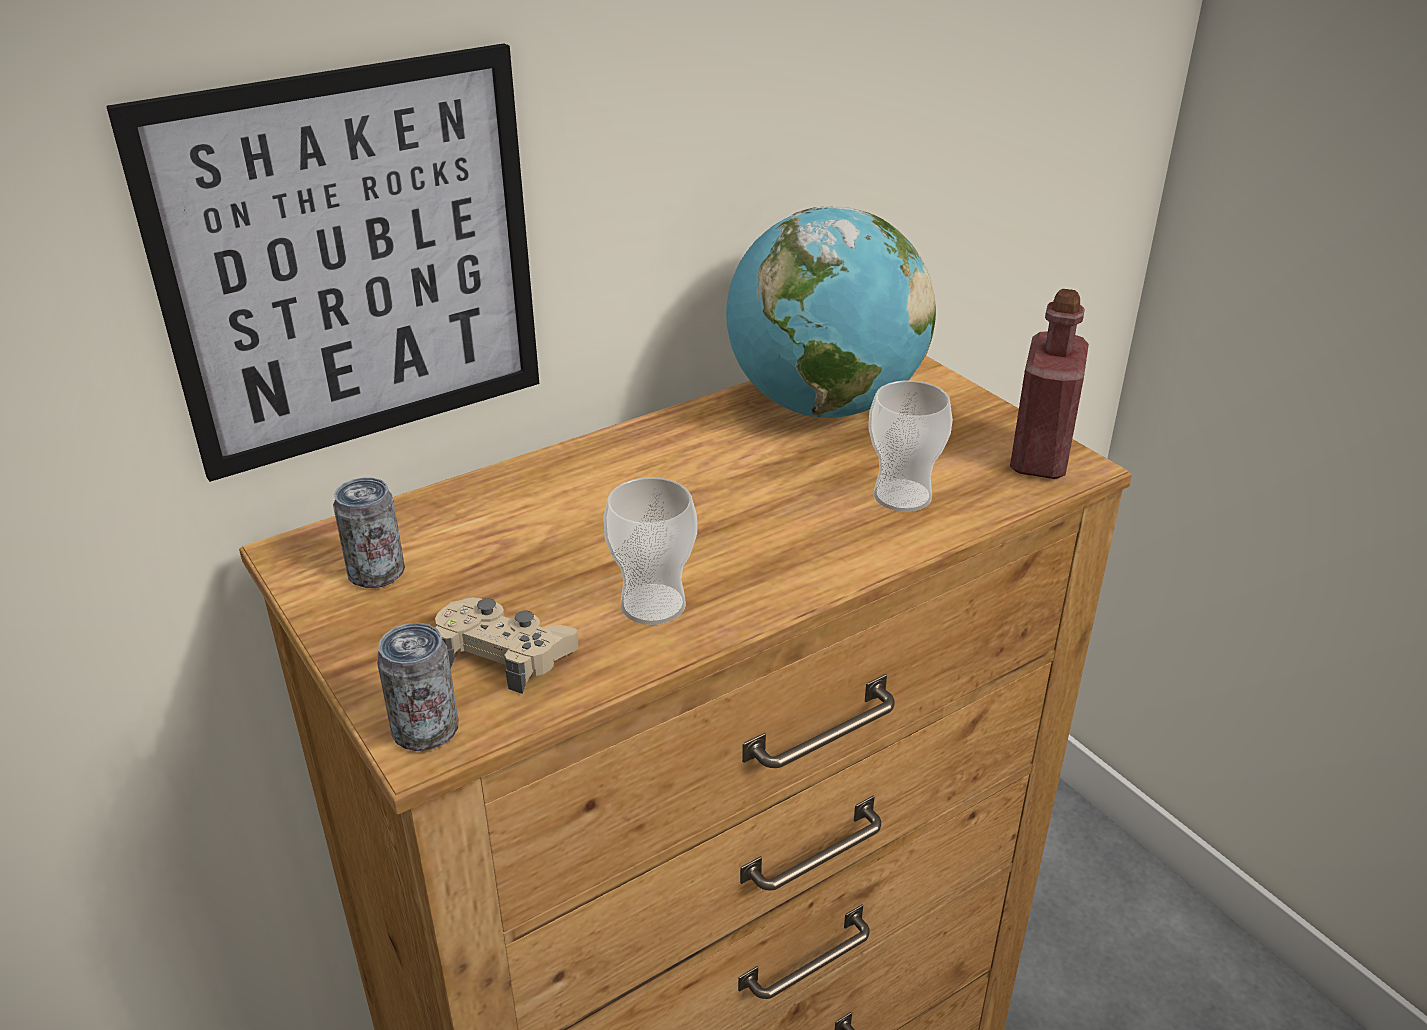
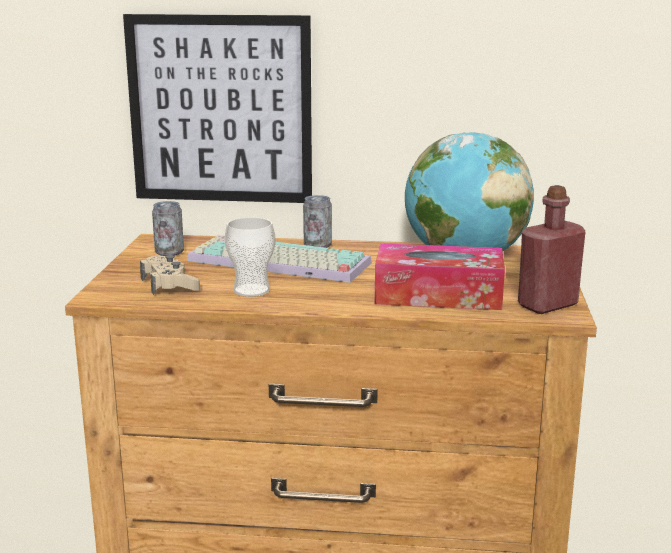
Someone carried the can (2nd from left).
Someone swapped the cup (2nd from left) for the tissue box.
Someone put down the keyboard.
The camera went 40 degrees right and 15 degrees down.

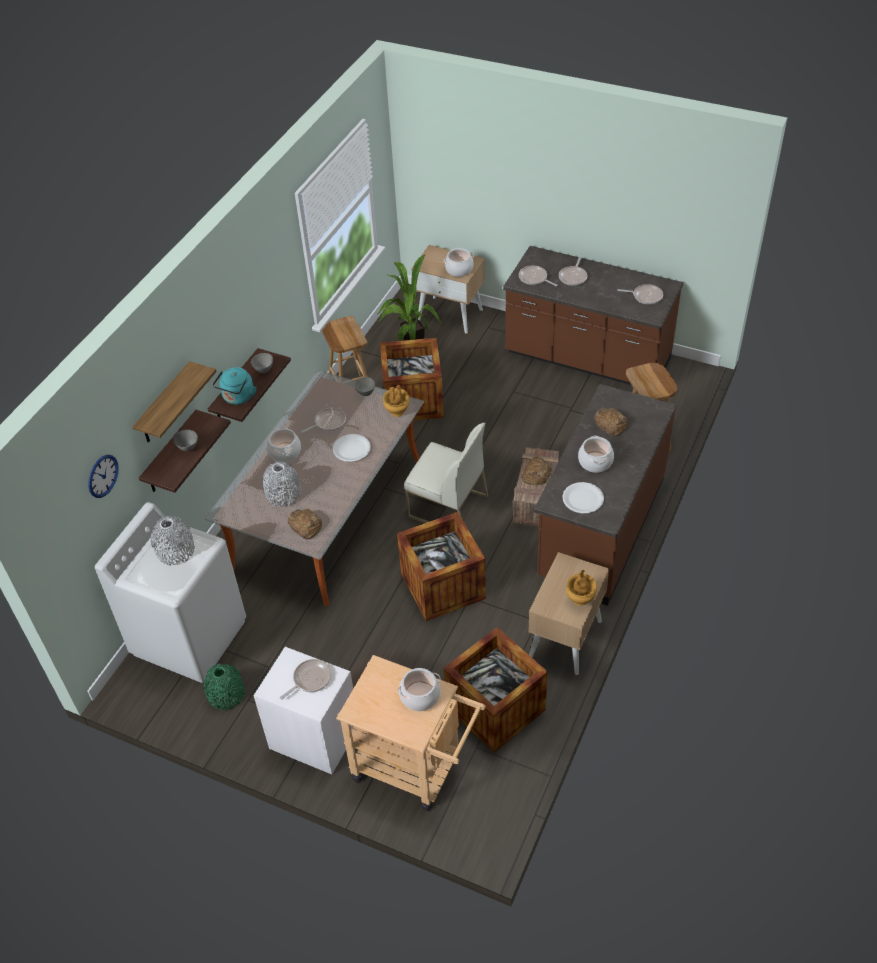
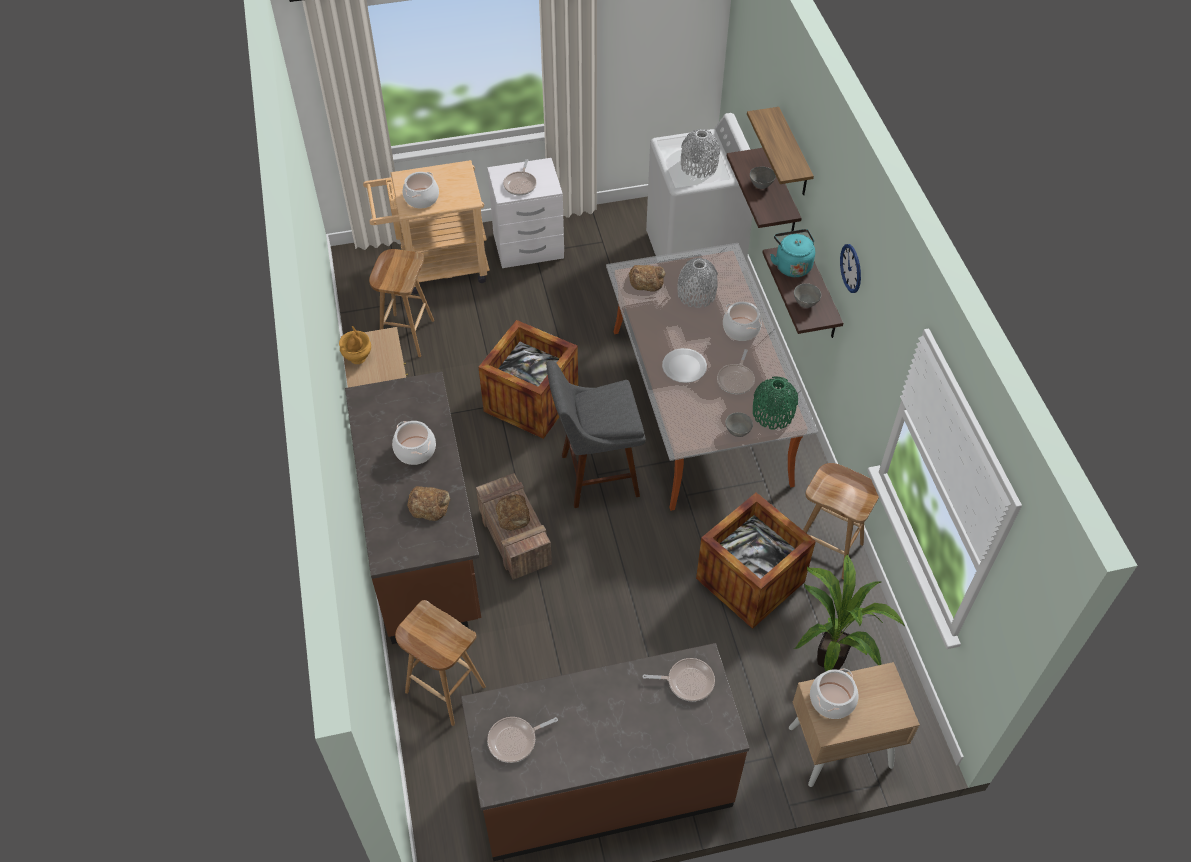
Someone carried the wall clock.
Someone carried the green vase.
Someone took away the brown vase (1st from left).
Someone swapped the white chair for the grey stool.
Someone swapped the crate (3rd from left) for the brown stool (1st from left).
Someone took away the frying pan (4th from left).
Someone took away the white plate (2nd from left).
The camera went 140 degrees right and 5 degrees up.

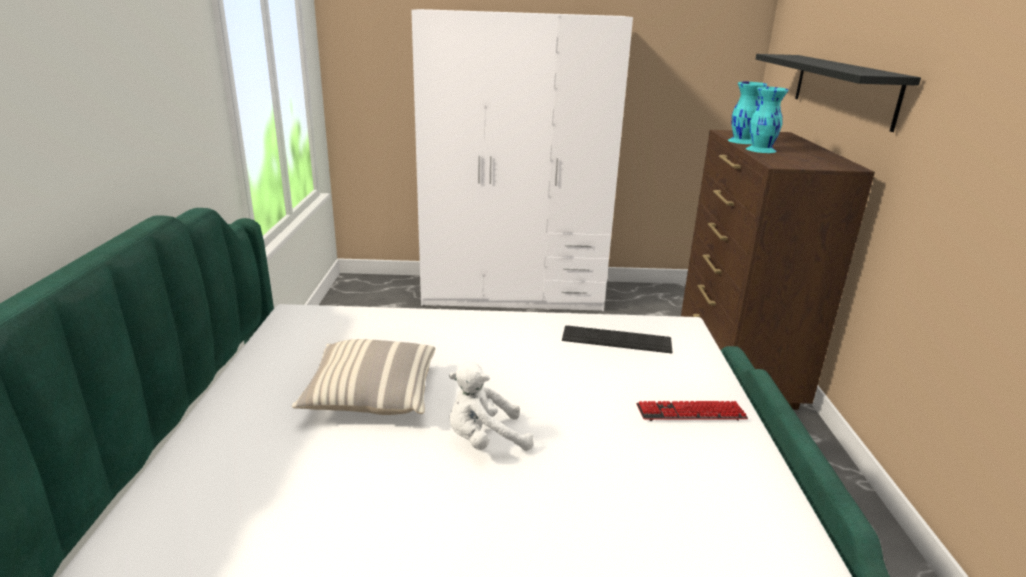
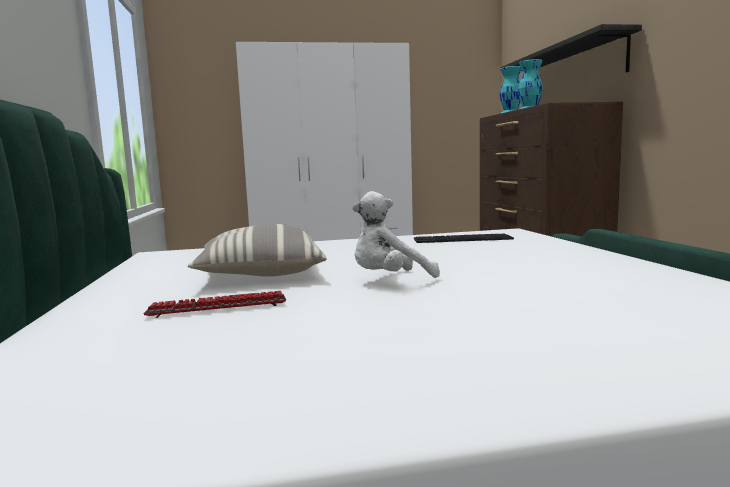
Someone carried the keyboard (2nd from left in the first image).
The camera went 10 degrees left and 15 degrees down.

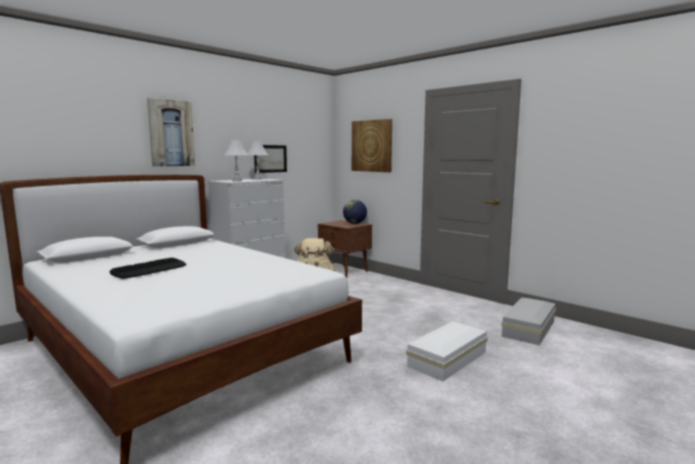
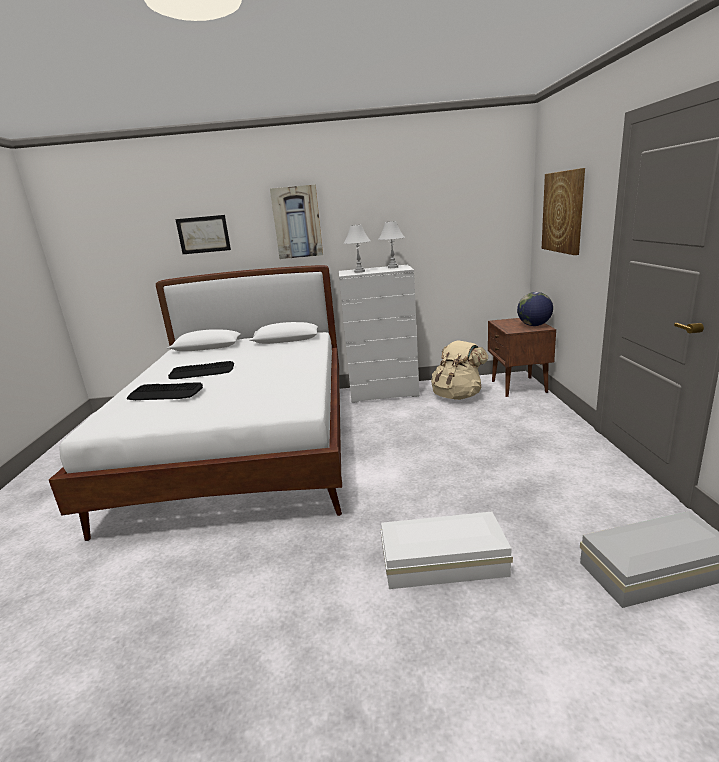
Someone carried the picture (2nd from left in the first image).
Someone put down the keyboard (1st from left).
The camera went 45 degrees right and 10 degrees up.

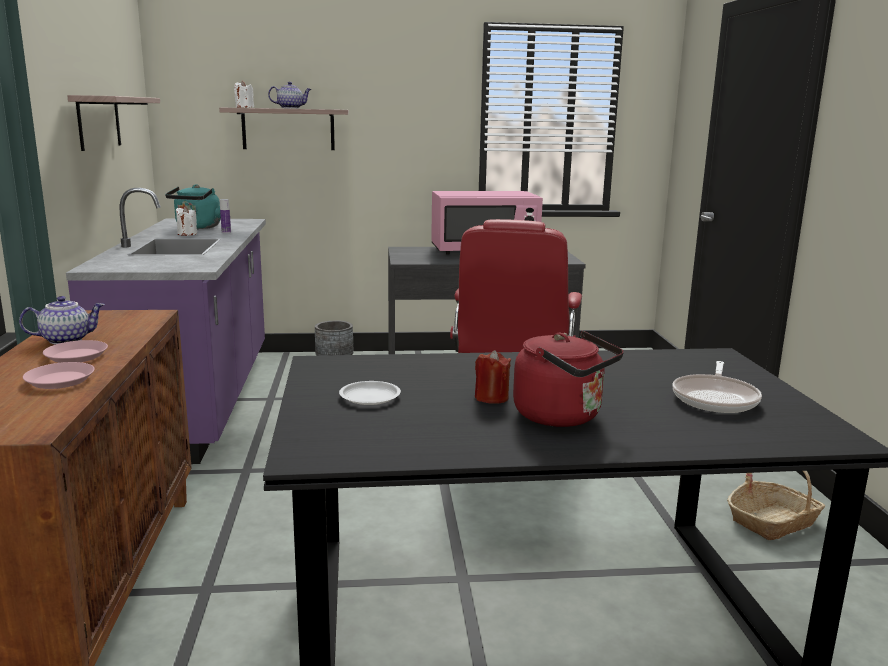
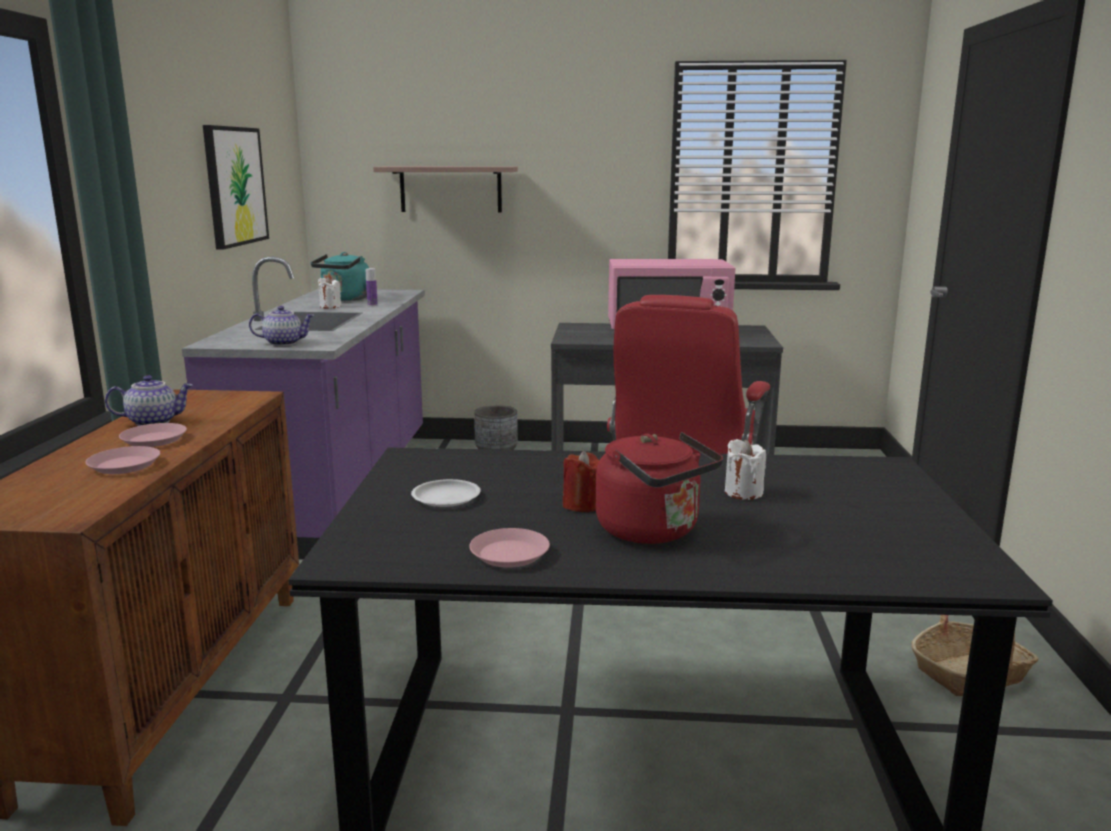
Someone swapped the shelf (1st from left) for the picture.
Someone carried the white candle (2nd from left).
Someone carried the teapot (2nd from left).
Someone took away the frying pan.
Someone put down the pink plate (3rd from left).
The camera went 10 degrees right and 0 degrees up.

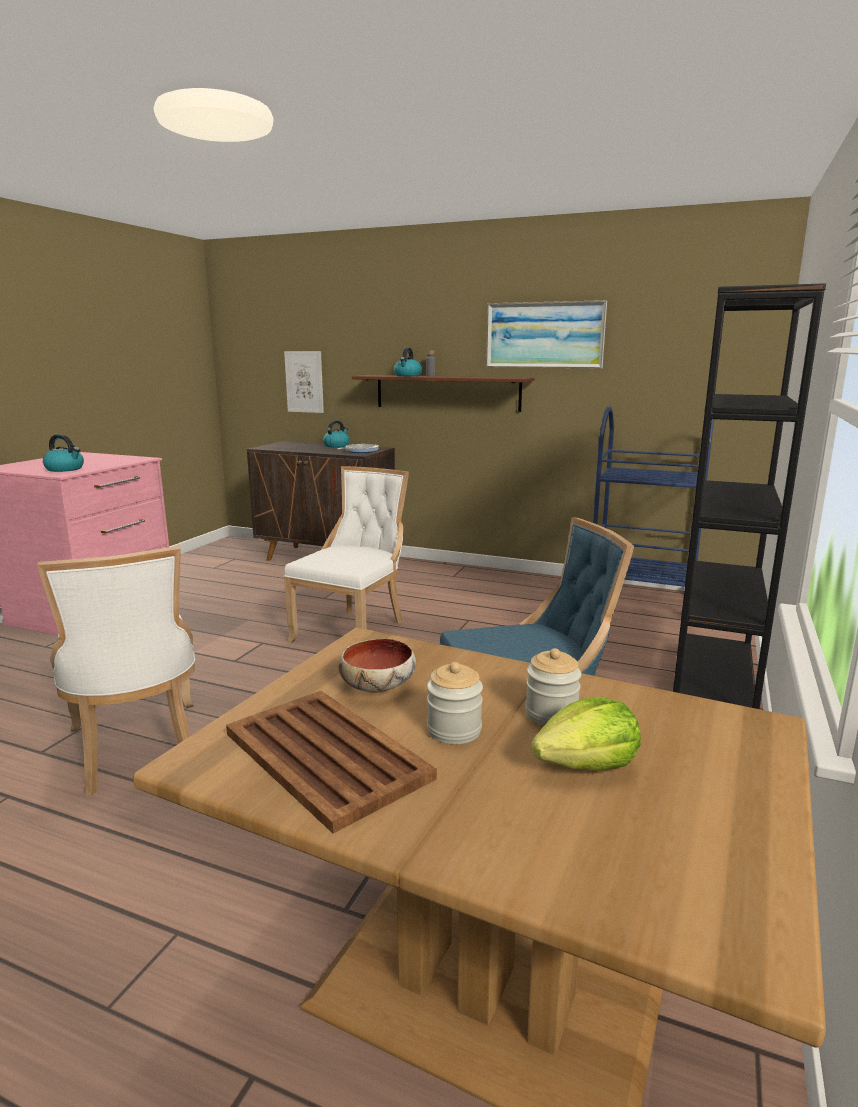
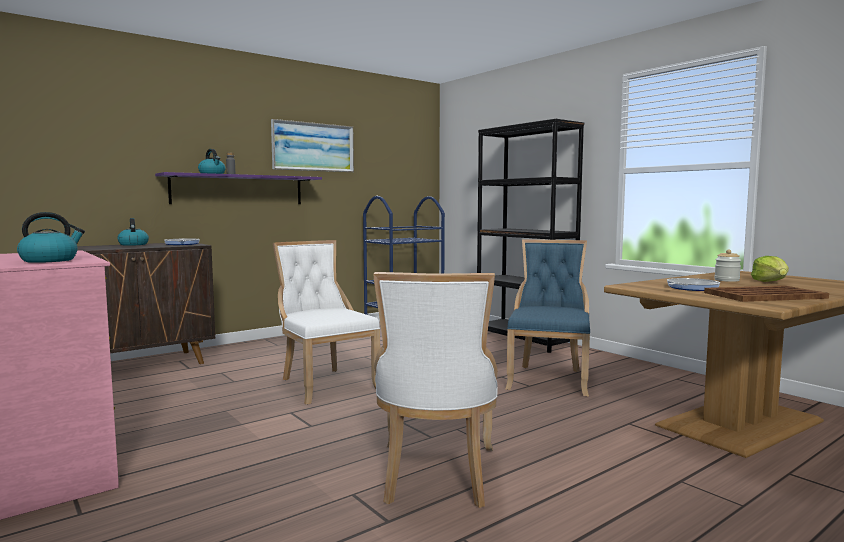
Someone rotated the white chair (1st from left in the first image) by 90 degrees clockwise.
Someone took away the picture (1st from left).
Someone swapped the bowl for the frying pan (2nd from left).
Someone repainted the brown shelf, which became the purple shelf.
Someone took away the jar (1st from left).
The camera went 60 degrees left and 10 degrees down.

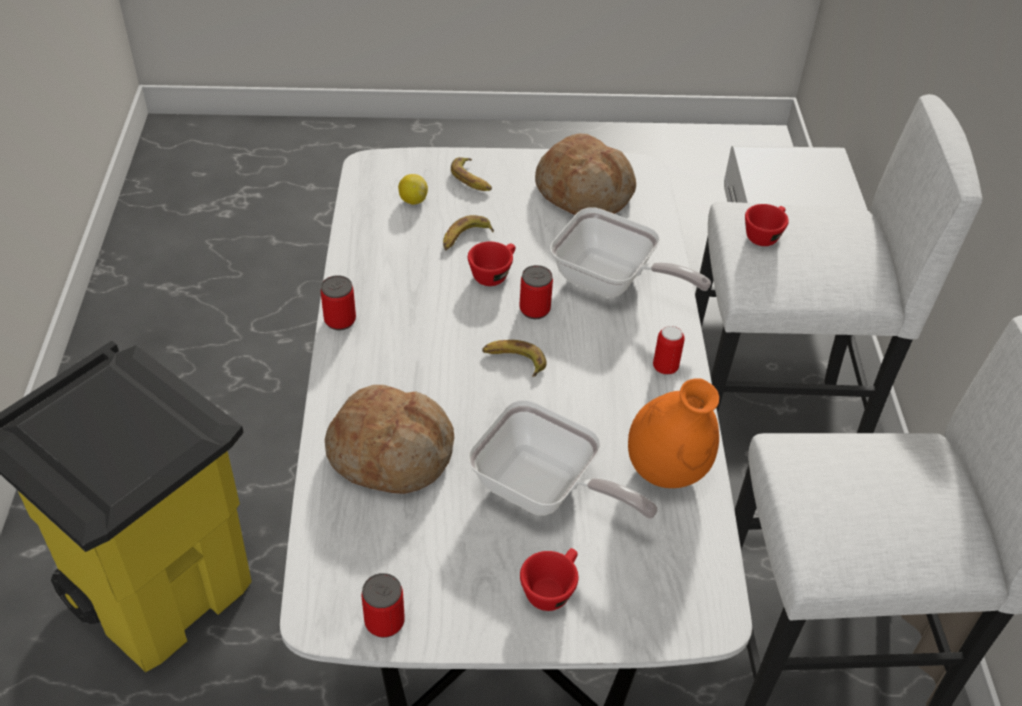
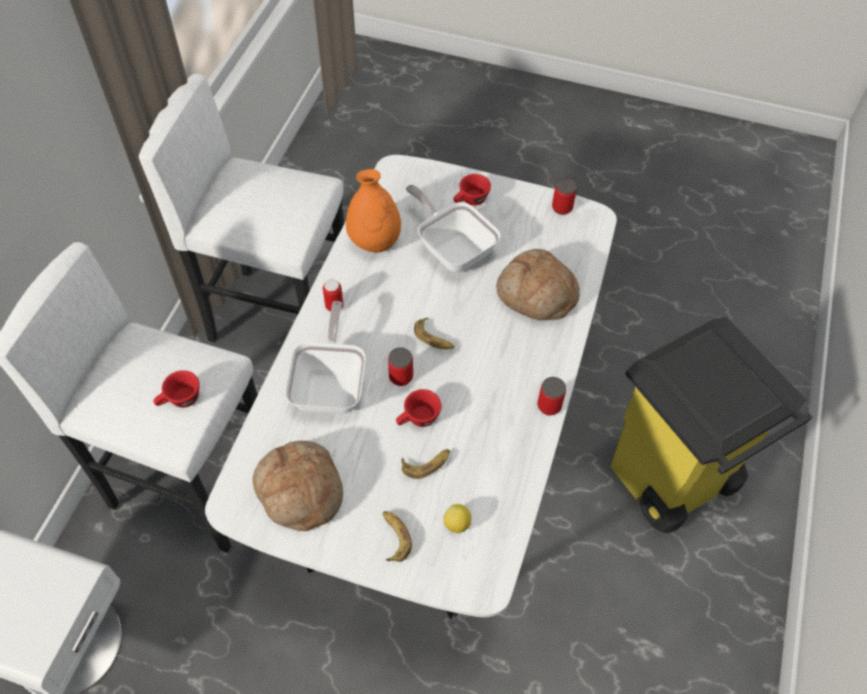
Someone rotated the frying pan (2nd from left in the first image) by 45 degrees clockwise.
The camera went 160 degrees left and 10 degrees up.

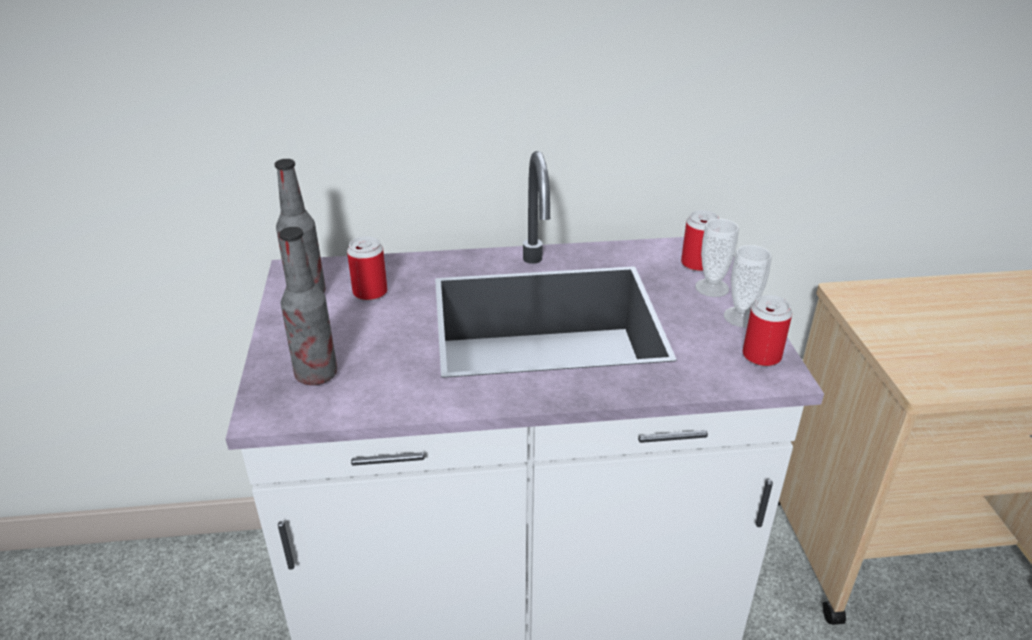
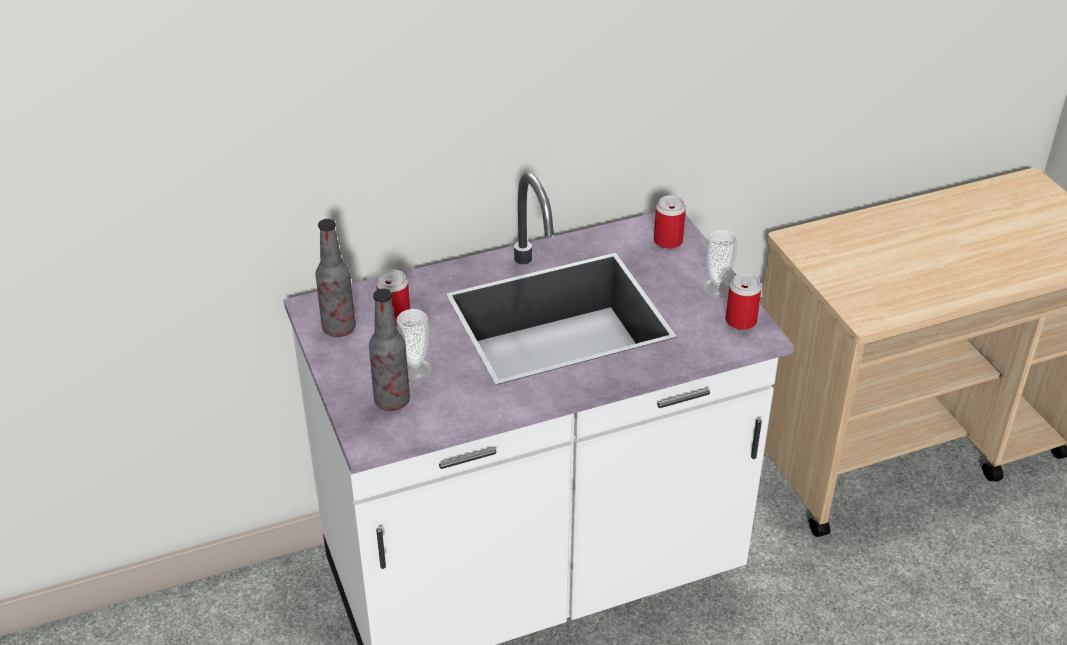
Someone carried the cup (1st from left).
The camera went 15 degrees left and 5 degrees up.

